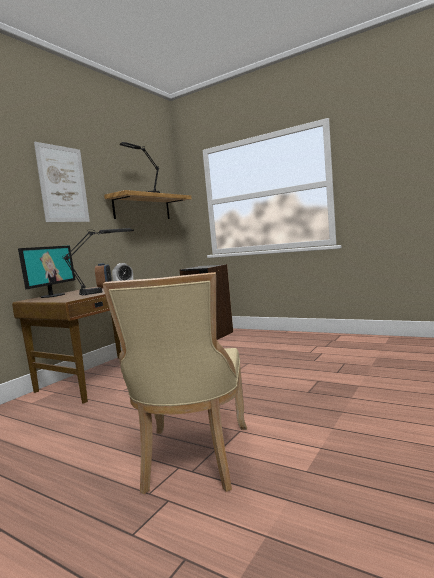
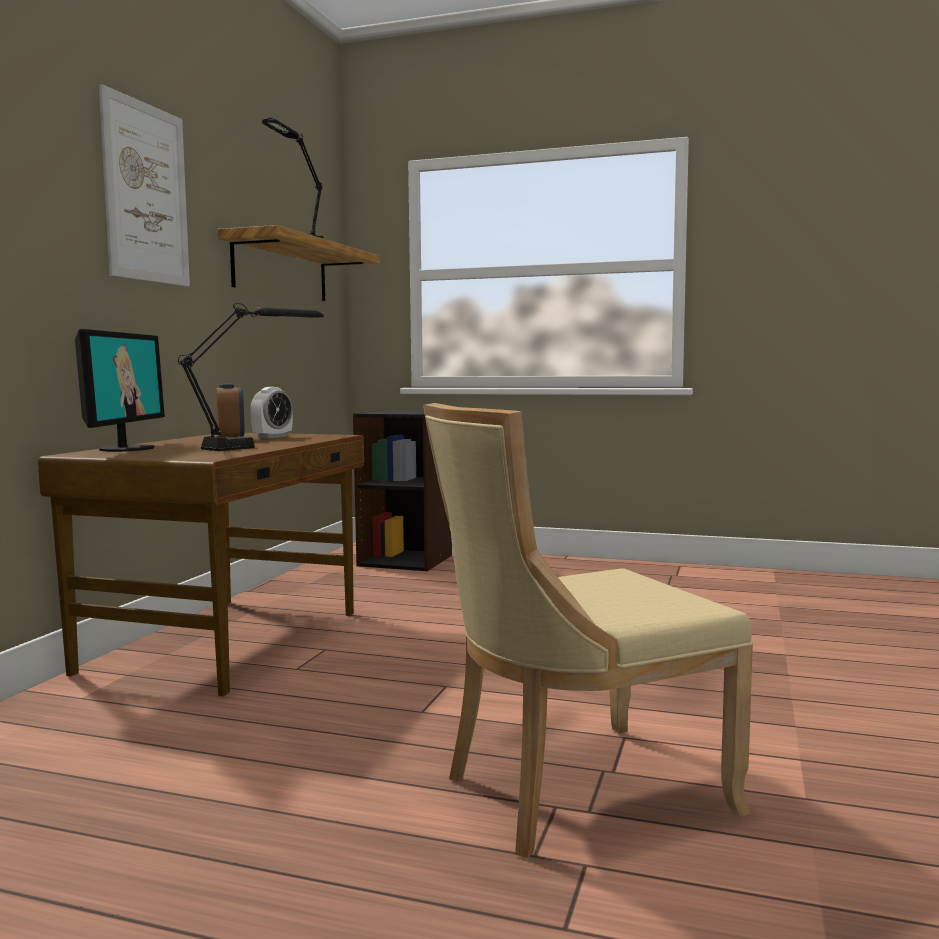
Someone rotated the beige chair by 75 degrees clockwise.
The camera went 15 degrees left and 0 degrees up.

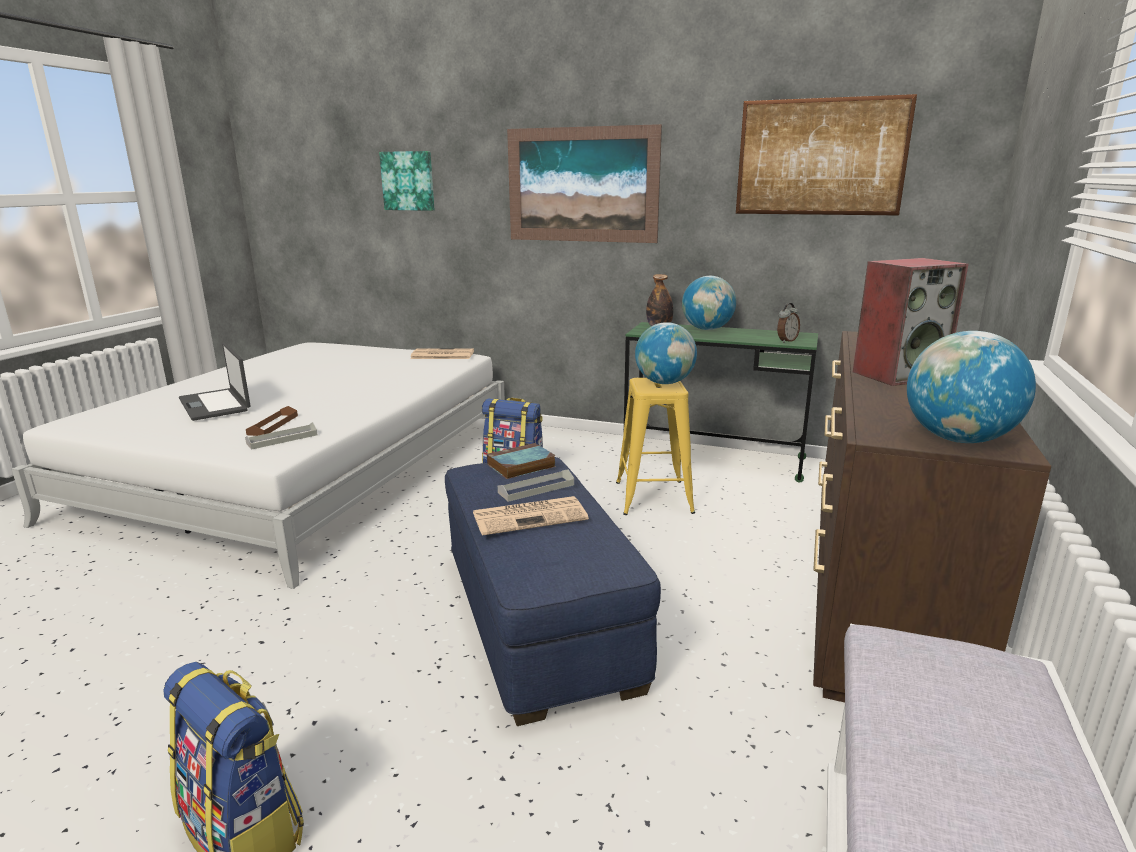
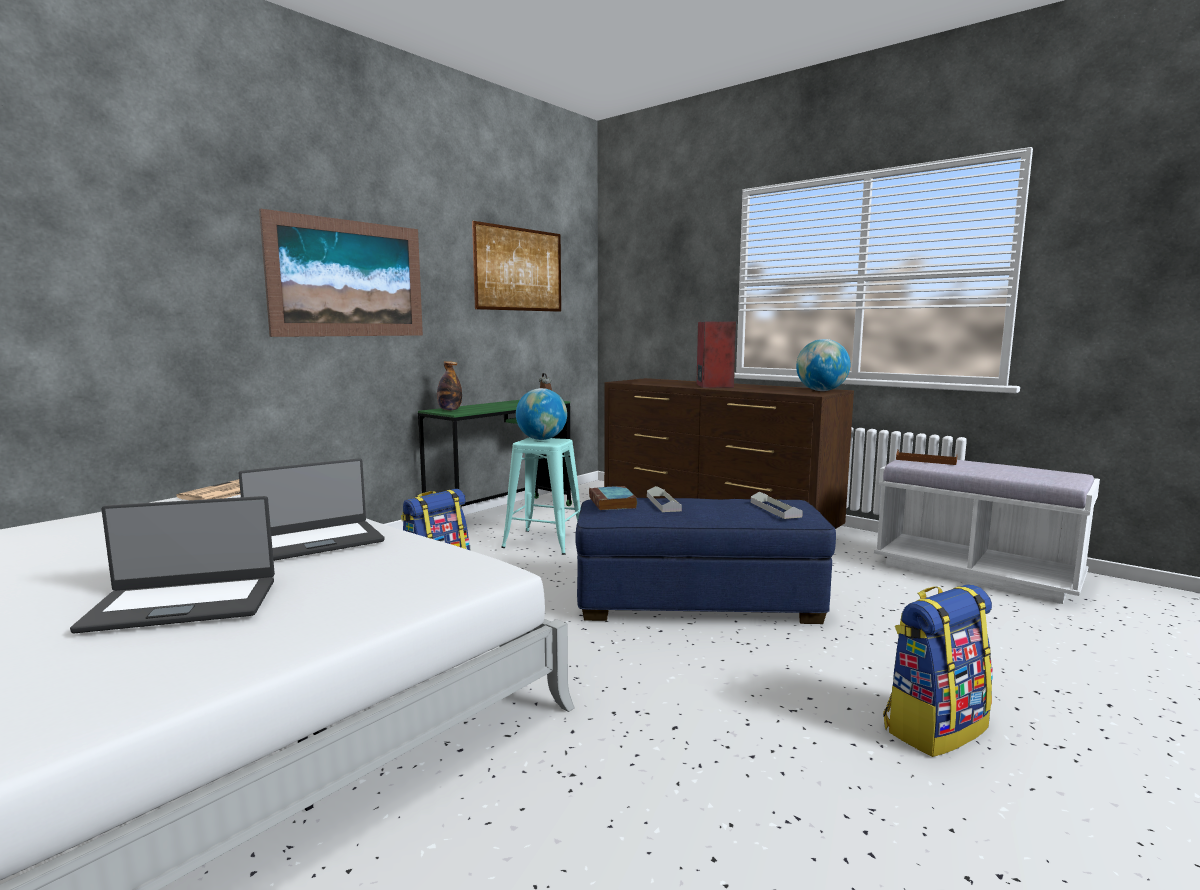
Someone carried the grey tray (1st from left in the first image).
Someone carried the brown tray.
Someone took away the picture (1st from left).
Someone took away the newspaper (2nd from left).
Someone repainted the yellow stool, which became the turquoise stool.
Someone took away the globe (2nd from left).
Someone put down the laptop (2nd from left).
The camera went 70 degrees left and 10 degrees down.

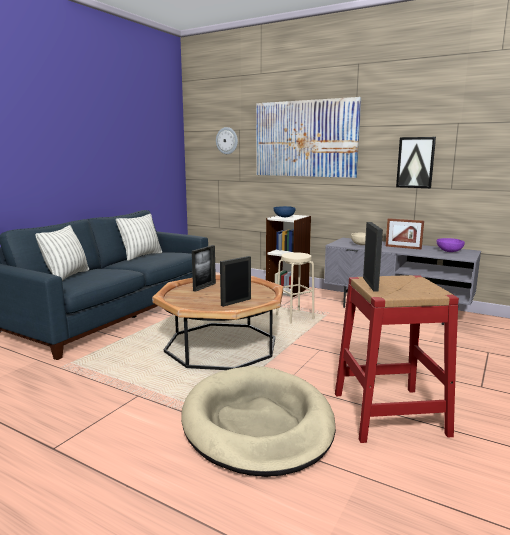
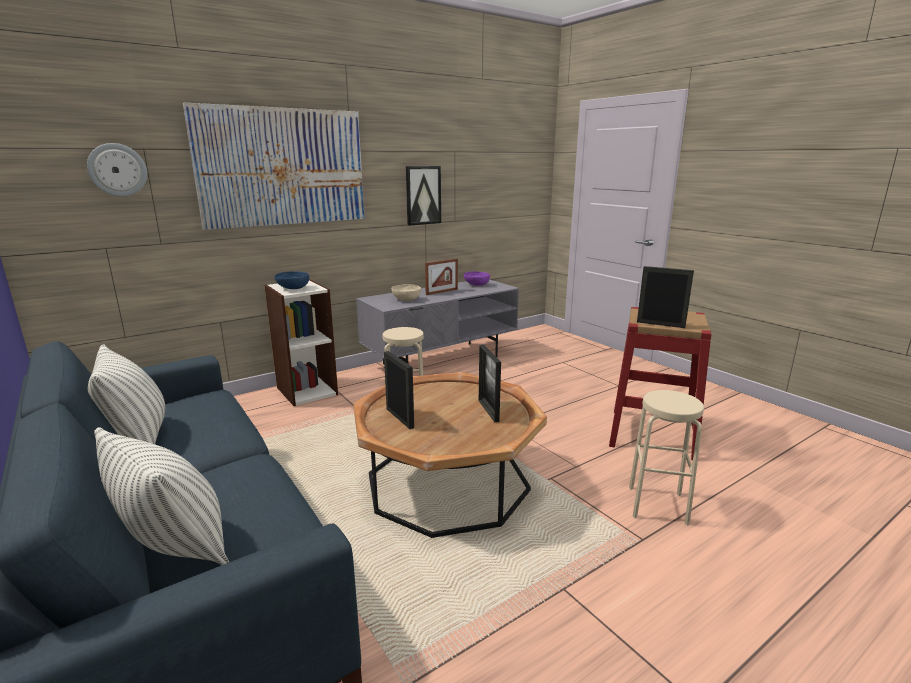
Someone swapped the beige dog bed for the beige stool (2nd from left).
The camera went 65 degrees left and 5 degrees up.

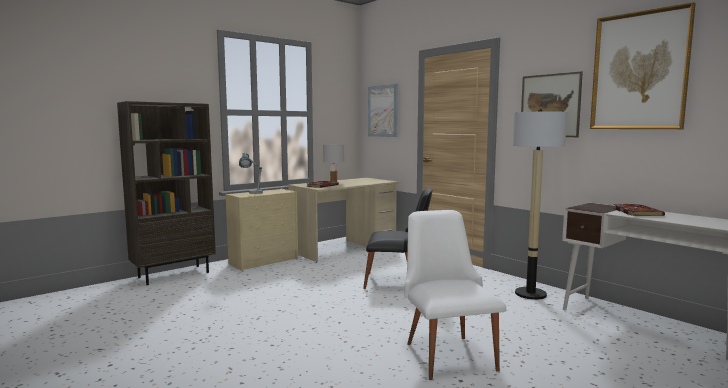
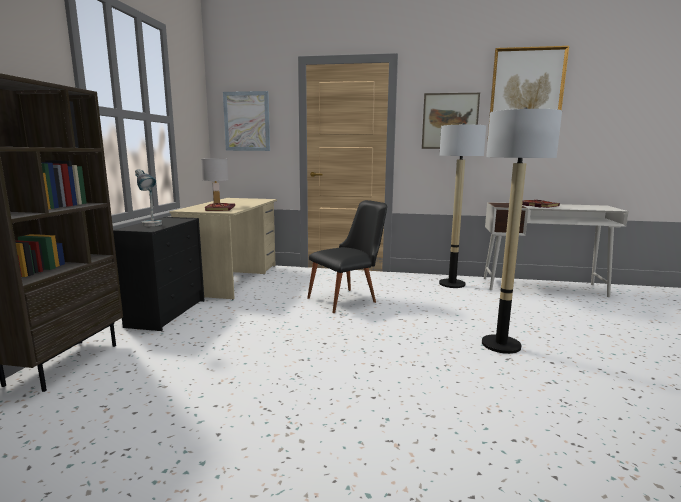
Someone repainted the beige dresser, which became the black dresser.
Someone swapped the white chair for the floor lamp (2nd from left).
The camera went 40 degrees left and 5 degrees up.

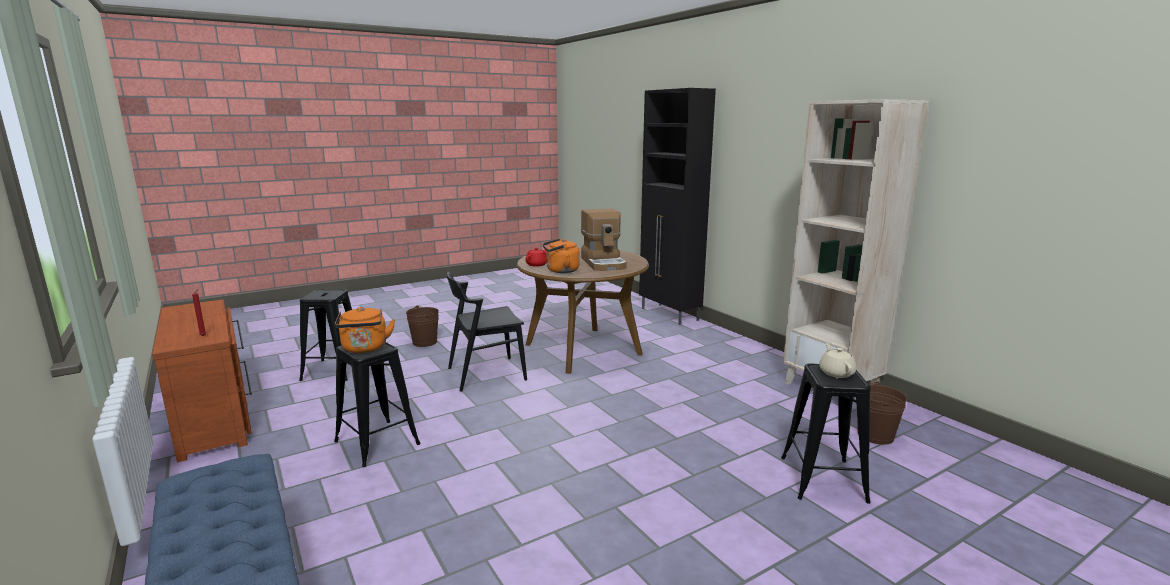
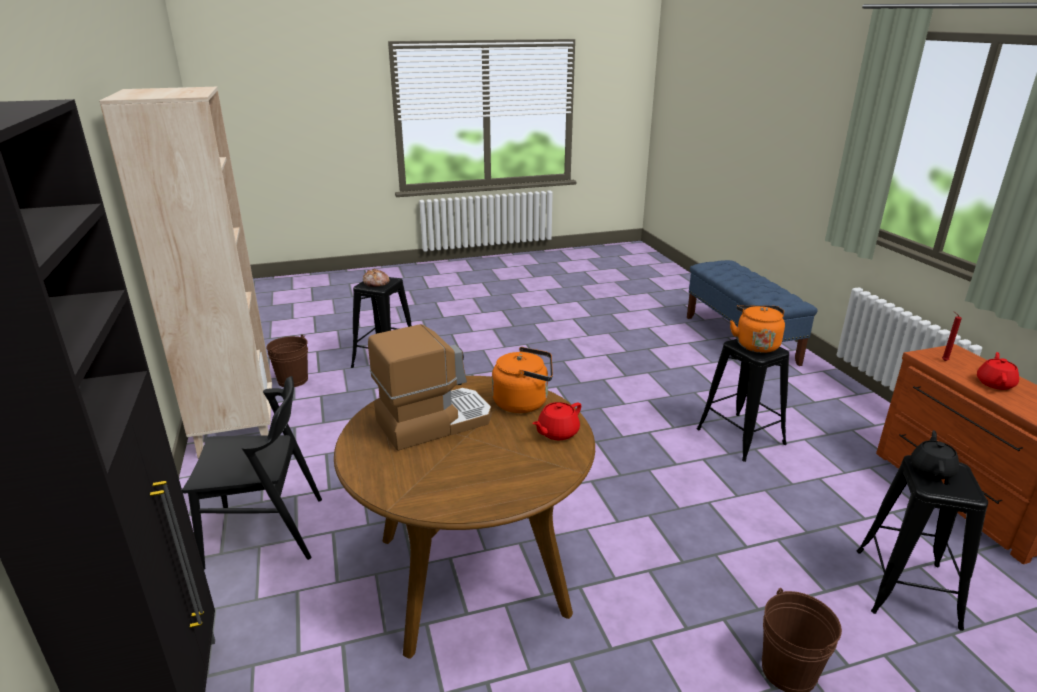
Someone carried the black chair.
Someone rotated the coffee machine by 60 degrees clockwise.
Someone swapped the beige teapot for the bread.
Someone put down the black teapot.
Someone put down the red teapot (2nd from left).
The camera went 165 degrees left and 10 degrees up.

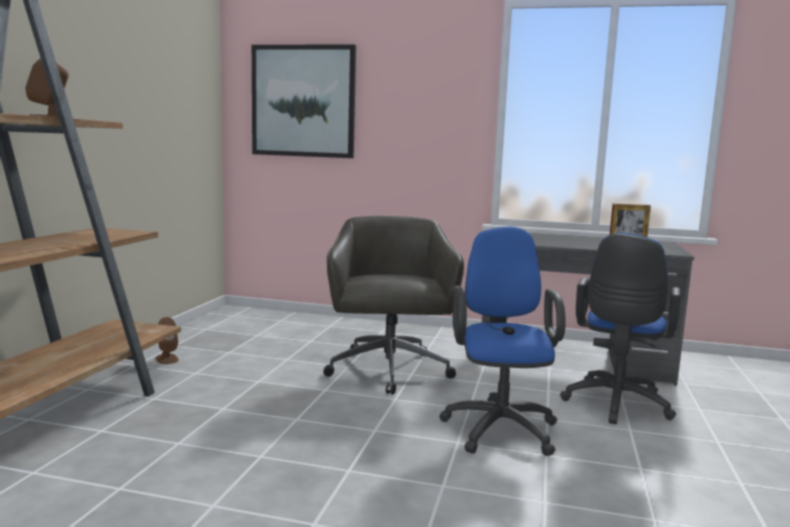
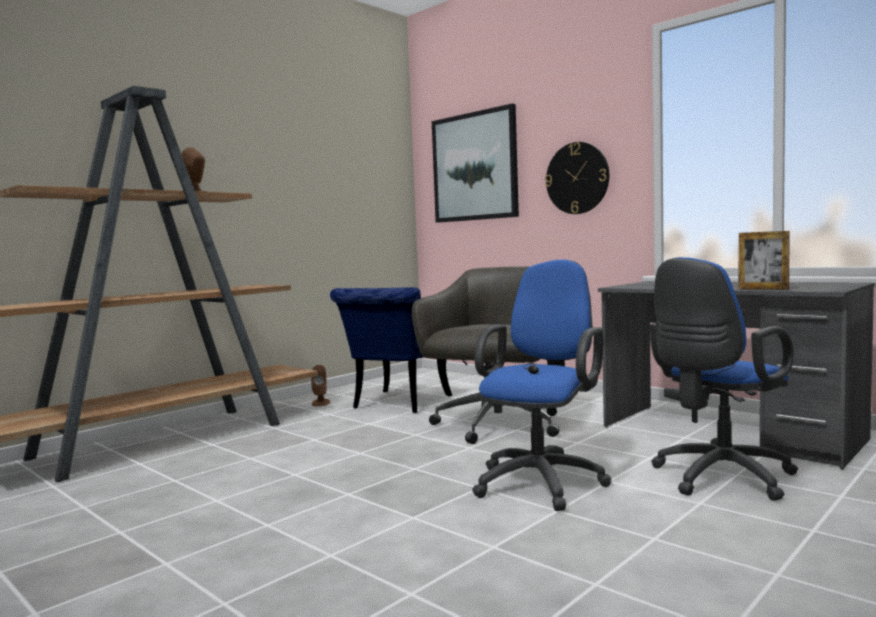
Someone put down the blue chair.
Someone put up the wall clock.
The camera went 30 degrees right and 5 degrees down.

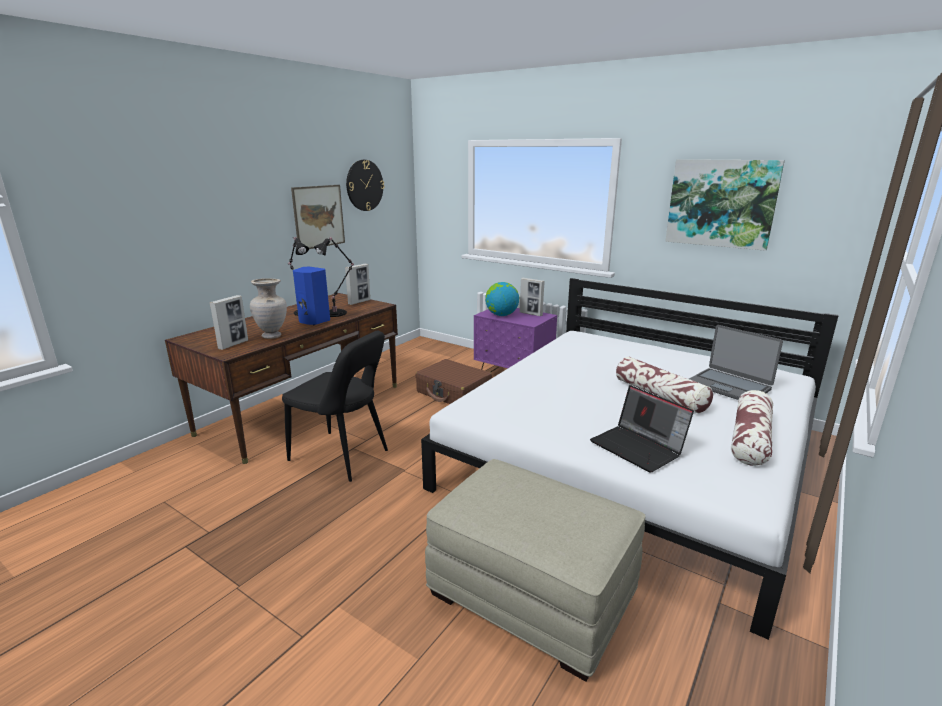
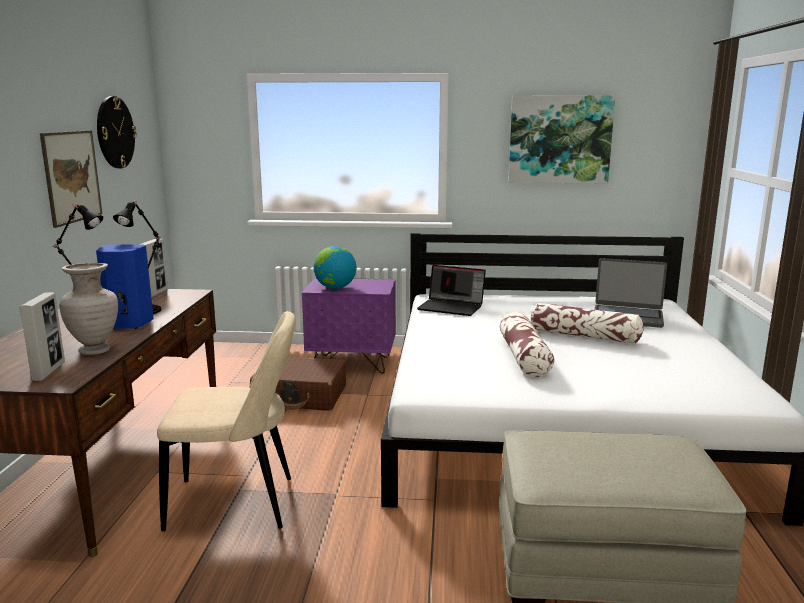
Someone repainted the black chair, which became the beige chair.
Someone took away the picture frame (3rd from left).
Someone carried the laptop (1st from left).
Someone carried the pillow (2nd from left in the first image).
The camera went 30 degrees left and 5 degrees down.

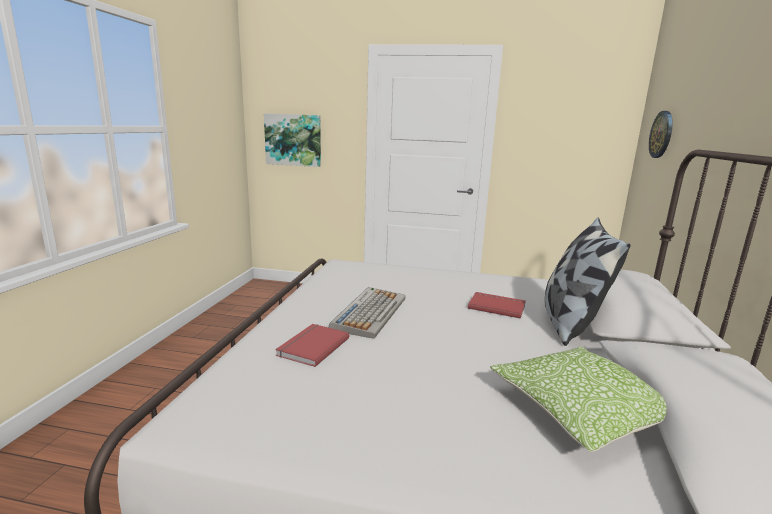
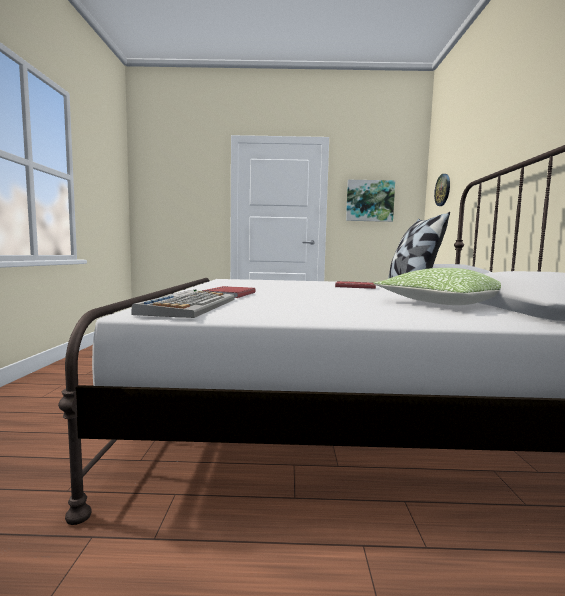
Someone carried the picture.
Someone carried the keyboard.
The camera went 10 degrees left and 10 degrees down.

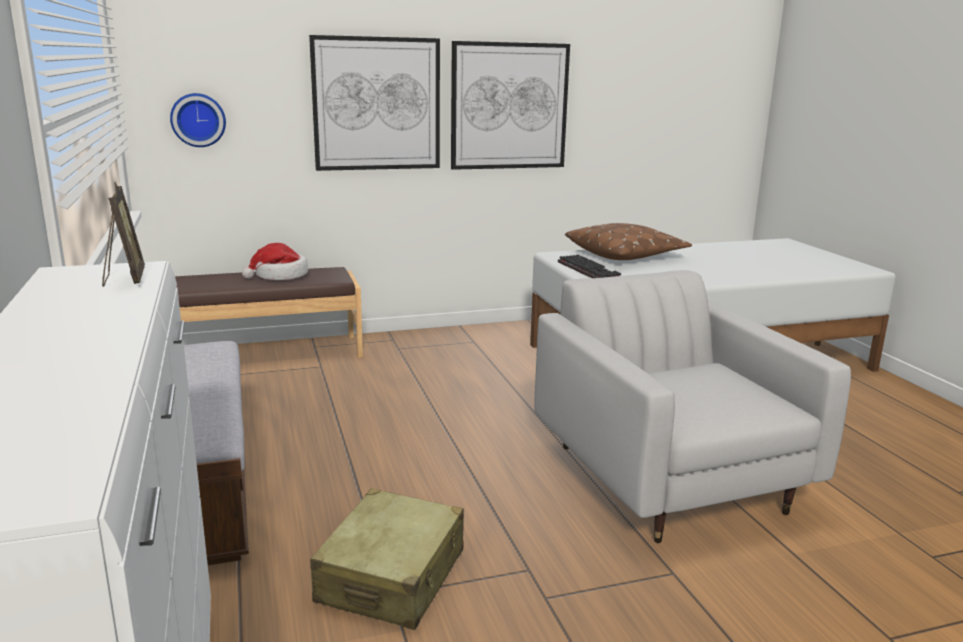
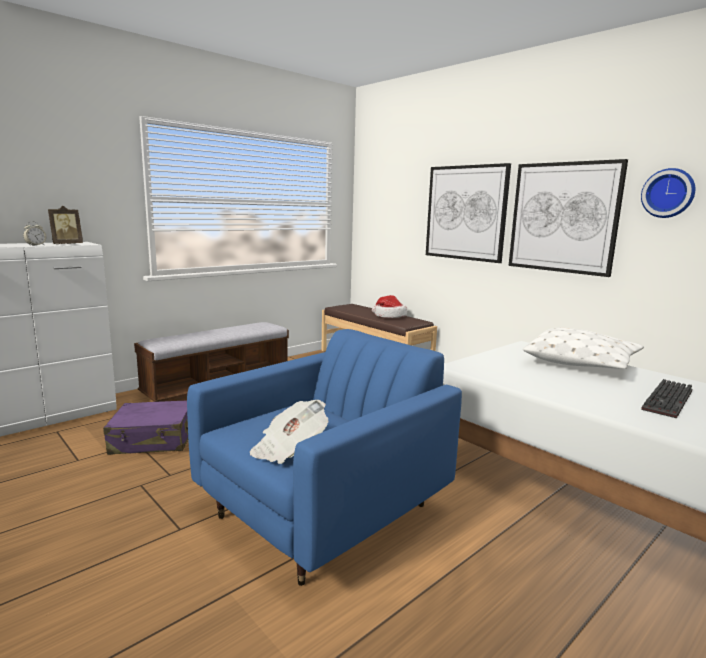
Someone carried the wall clock.
Someone repainted the beige suitcase, which became the purple suitcase.
Someone repainted the white armchair, which became the blue armchair.
Someone carried the keyboard.
Someone repainted the brown pillow, which became the white pillow.
Someone put down the alarm clock.
Someone put down the newspaper.
The camera went 65 degrees right and 5 degrees down.

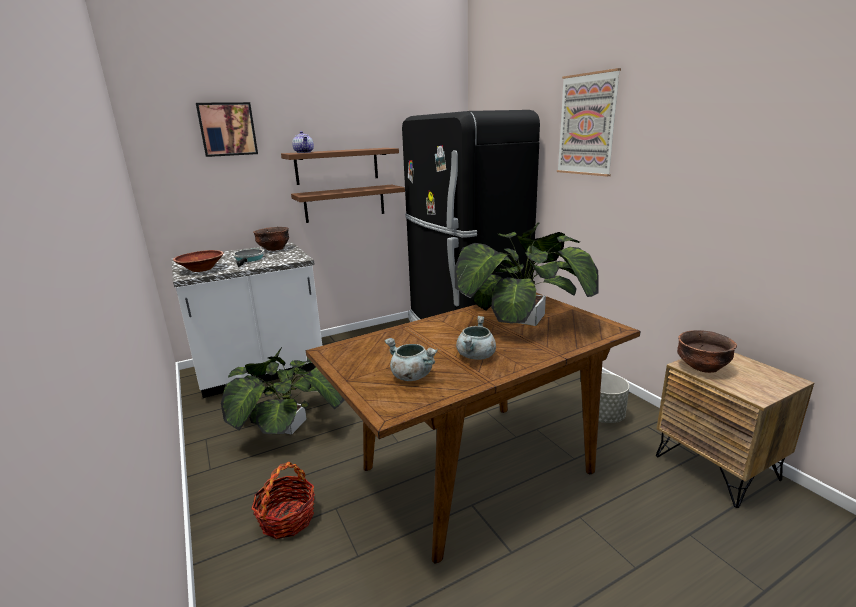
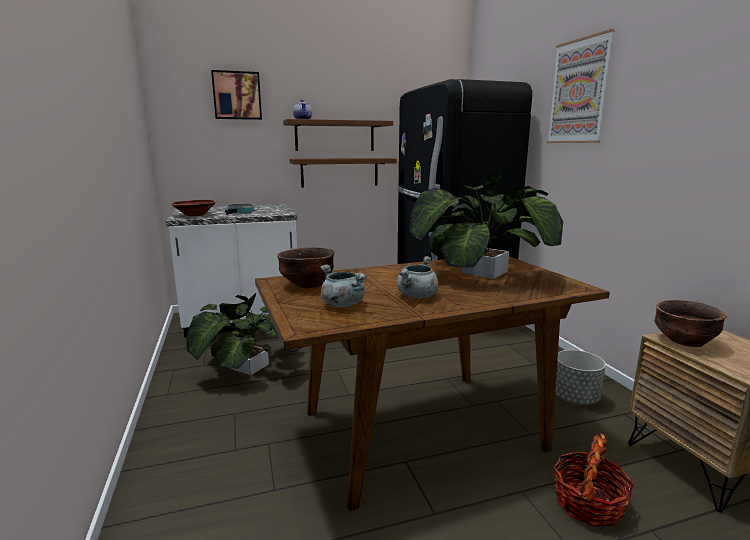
Someone carried the basket.
Someone carried the brown bowl (2nd from left).
The camera went 10 degrees right and 5 degrees down.

